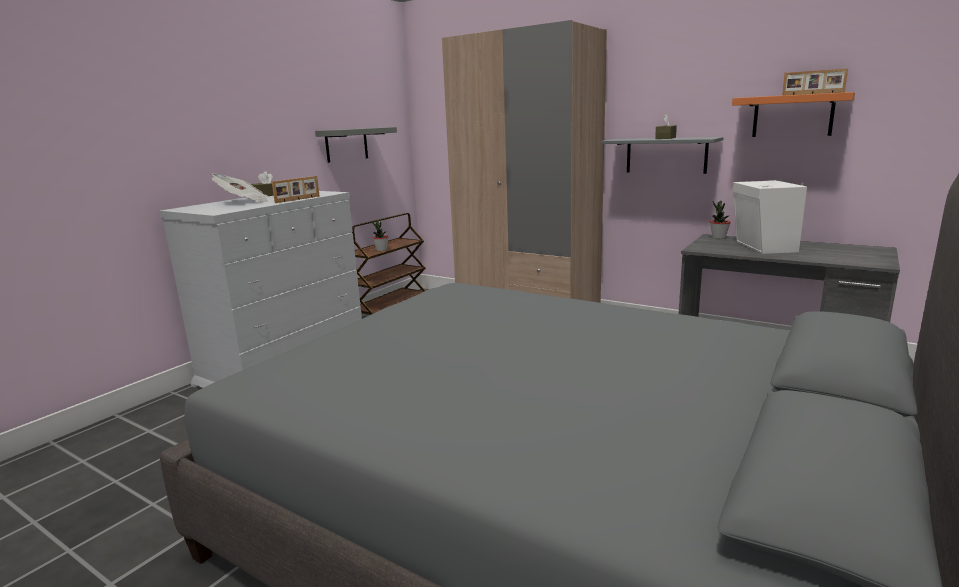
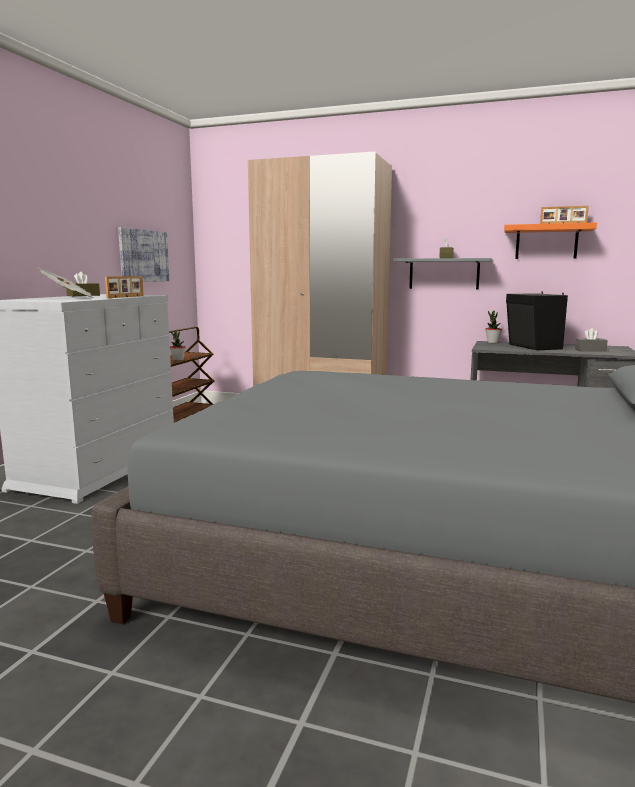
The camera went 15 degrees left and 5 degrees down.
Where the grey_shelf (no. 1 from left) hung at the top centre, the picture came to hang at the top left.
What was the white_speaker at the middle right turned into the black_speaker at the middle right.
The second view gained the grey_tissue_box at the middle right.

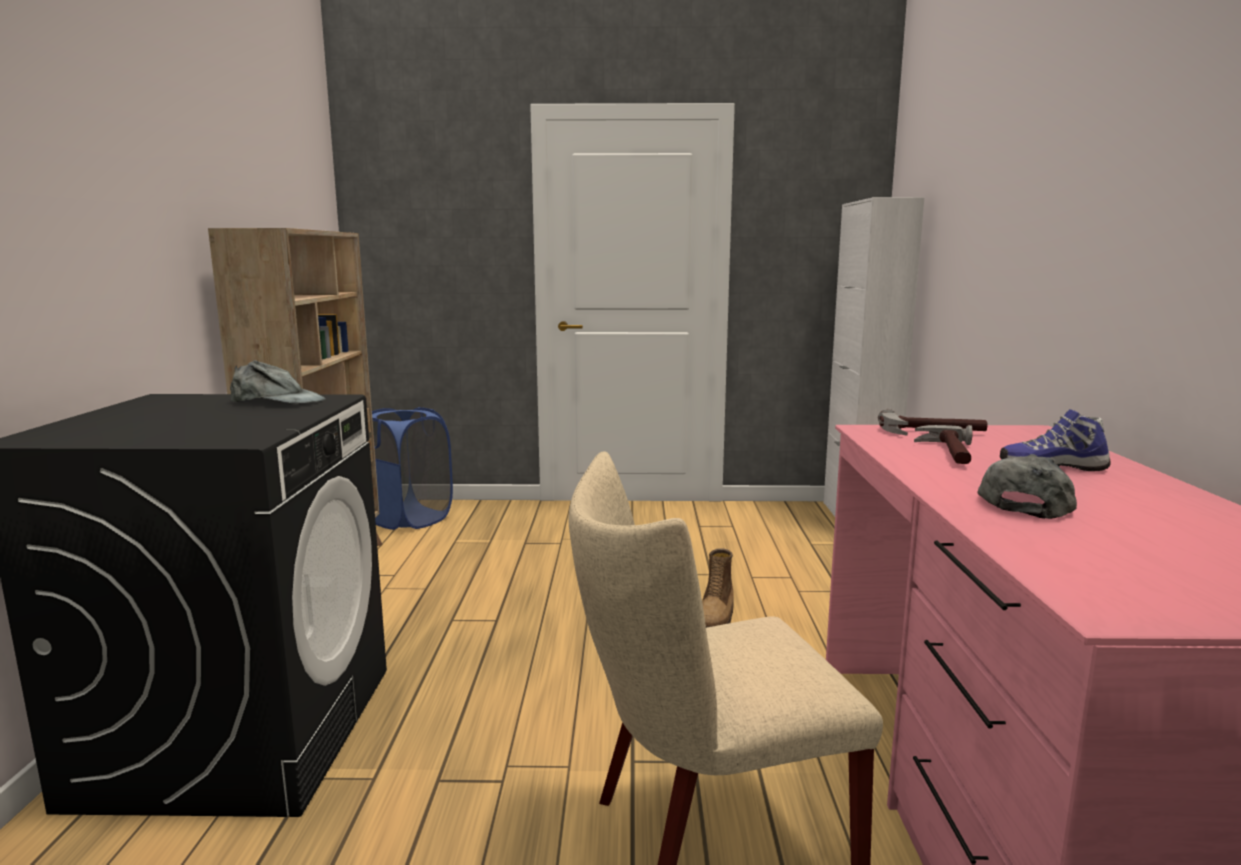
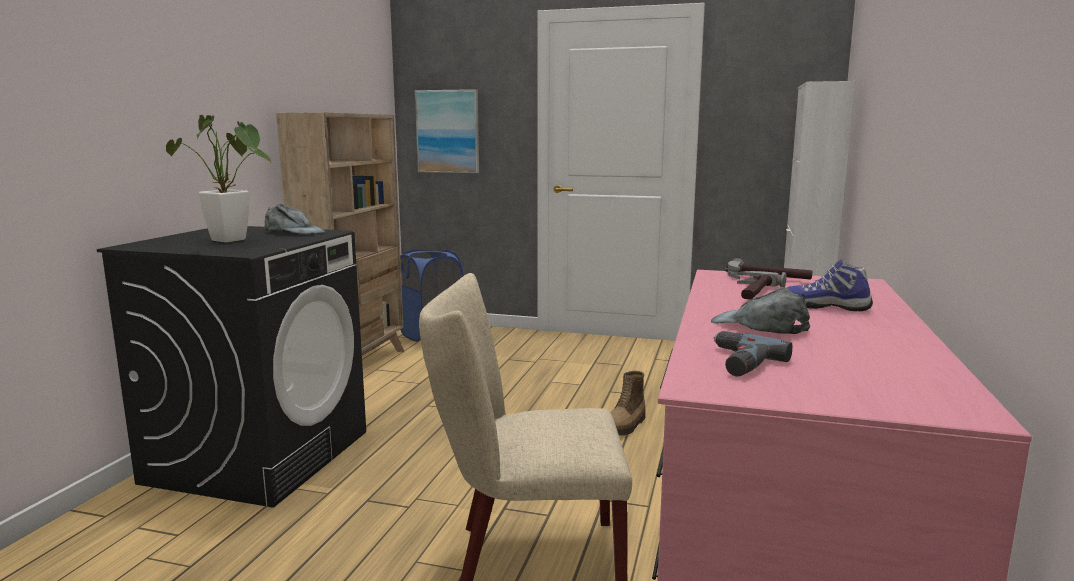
The camera went 15 degrees right and 0 degrees up.
The grey_cap (no. 2 from left) at the middle right ended up facing another way, 90 degrees counterclockwise from before.
The second view gained the potted_plant at the top left.
The second view gained the picture at the top centre.
The second view gained the power_drill at the middle right.

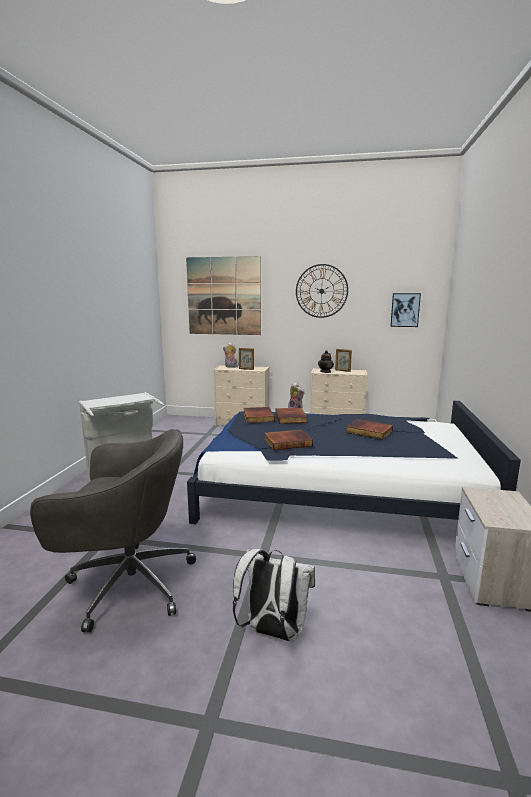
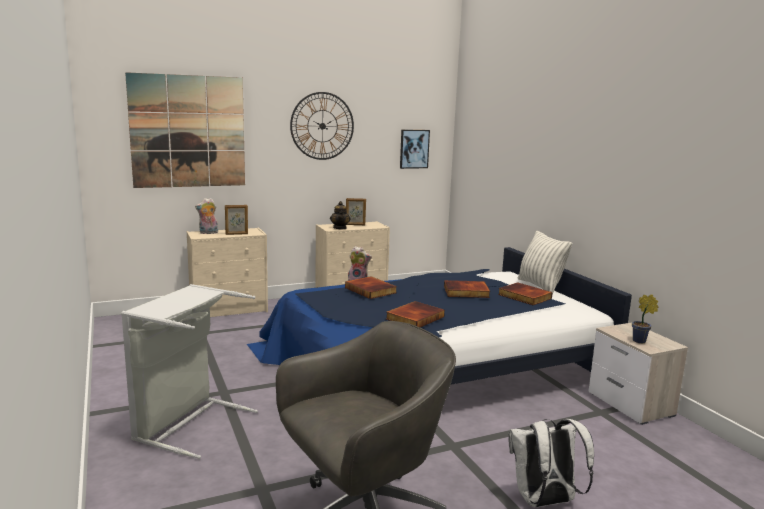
The camera went 35 degrees left and 0 degrees up.
The book (no. 1 from left in the first image) ended up elsewhere, having gone from the centre to the middle right.
The second view gained the pillow at the middle right.
The second view gained the potted_plant at the middle right.

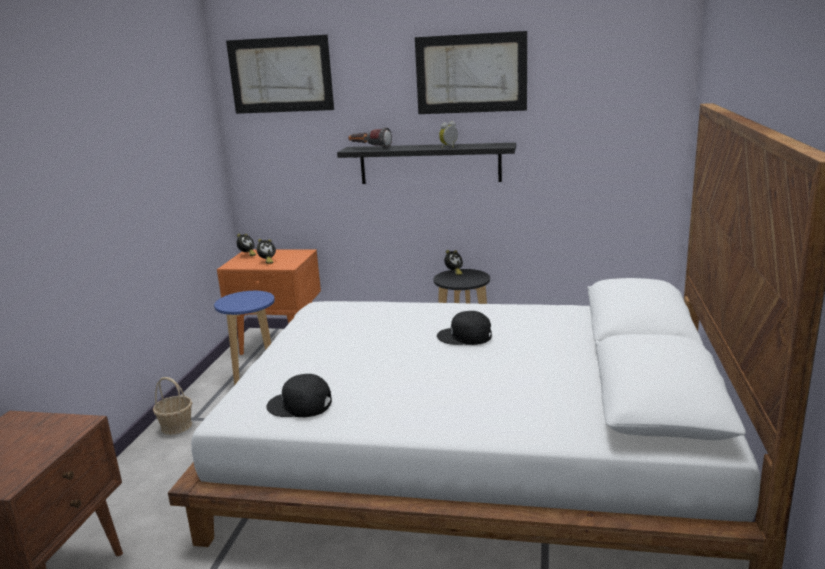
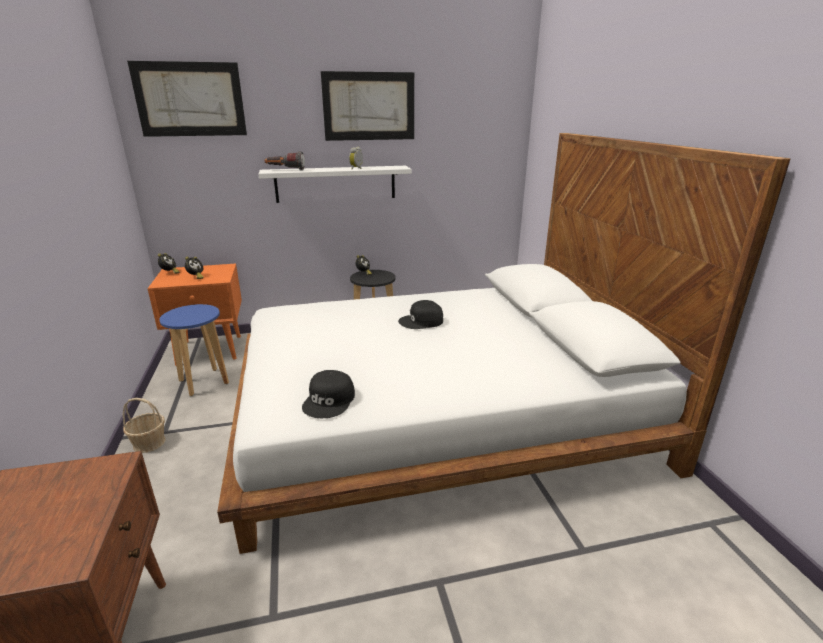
The camera went 25 degrees left and 5 degrees up.
The black_cap (no. 1 from left) at the bottom centre ended up facing another way, 60 degrees counterclockwise from before.
What was the black_shelf at the top centre turned into the white_shelf at the top centre.

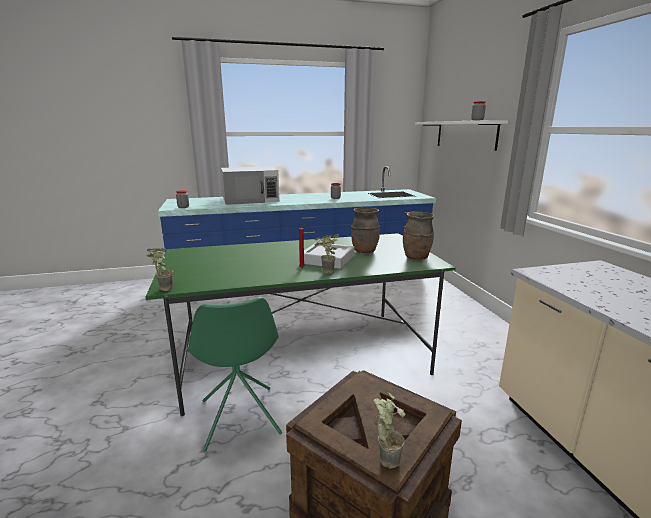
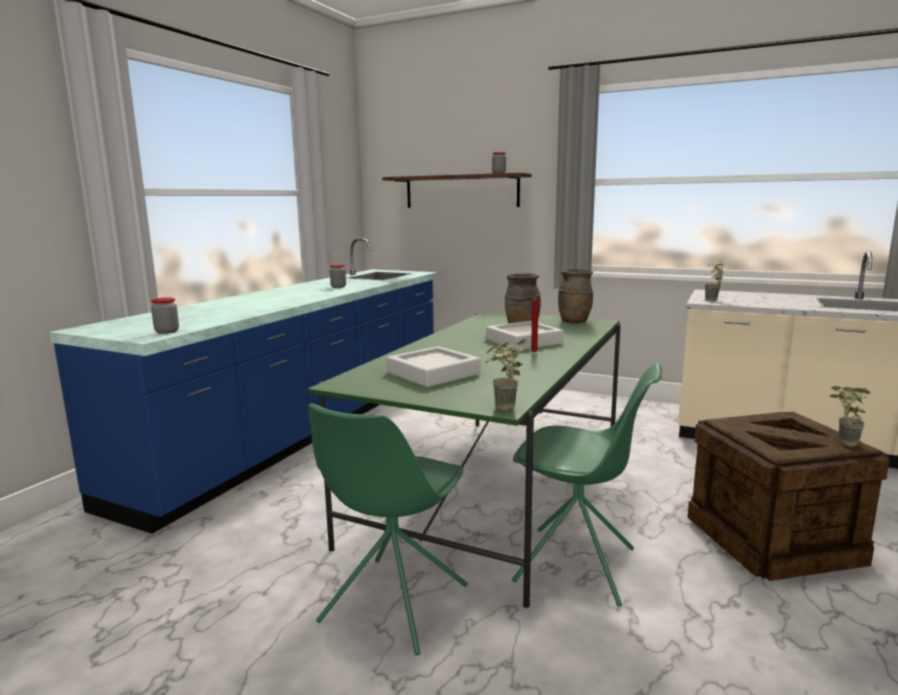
The camera went 50 degrees left and 5 degrees down.
The second view lost the white_microwave at the centre.
The potted_plant (no. 2 from left) ended up elsewhere, having gone from the centre to the middle right.
What was the white_shelf at the top right turned into the brown_shelf at the top centre.
The second view gained the green_chair (no. 1 from left) at the bottom centre.
The second view gained the grey_tray (no. 1 from left) at the centre.

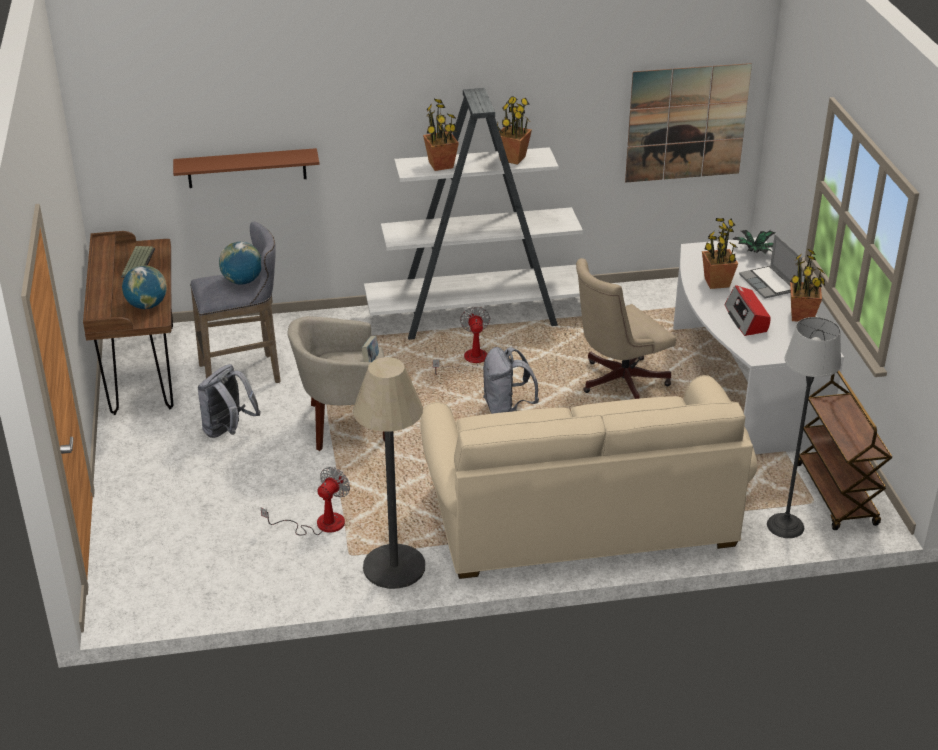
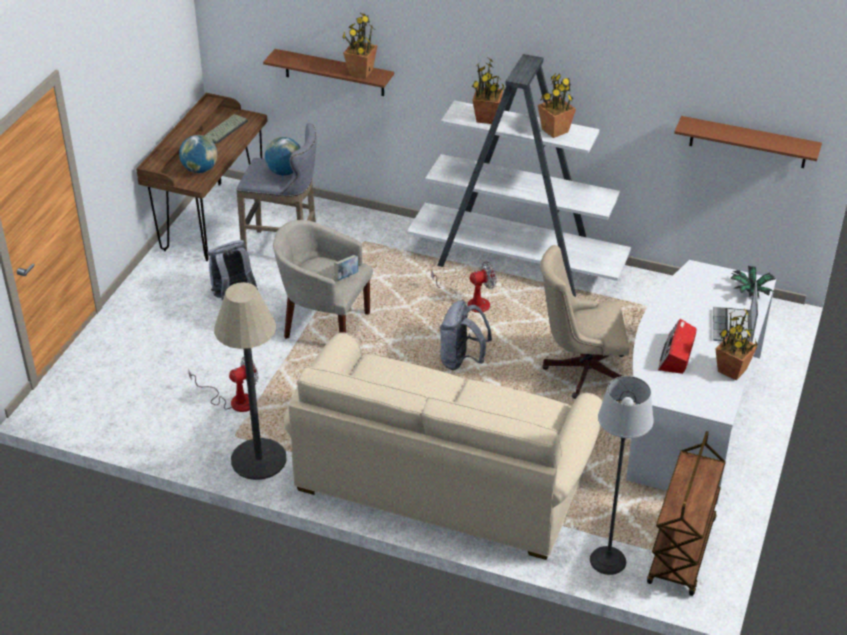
The camera went 30 degrees right and 5 degrees up.
The fan (no. 2 from left) at the centre ended up facing another way, 45 degrees clockwise from before.
Where the picture hung at the top right, the brown_shelf (no. 2 from left) came to hang at the top right.
The potted_plant (no. 3 from left in the first image) ended up elsewhere, having gone from the middle right to the top centre.

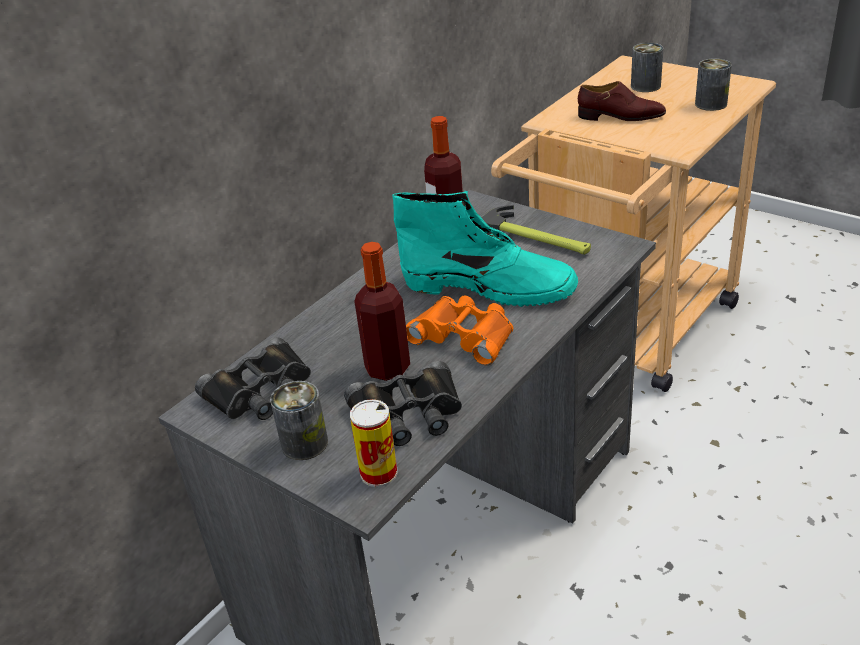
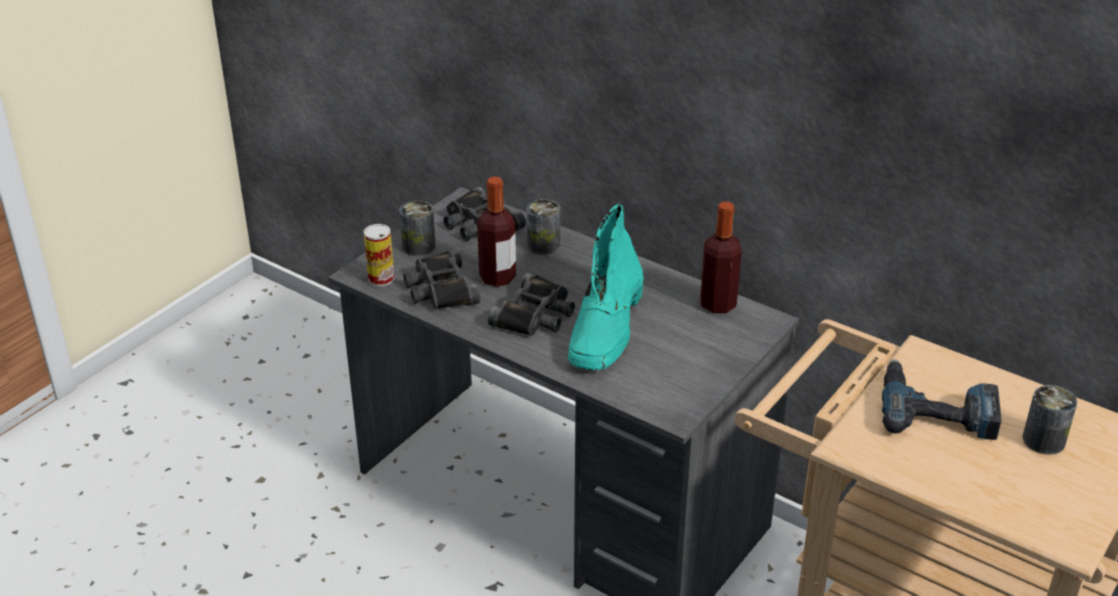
The camera went 85 degrees right and 0 degrees up.
What was the orange_binoculars at the centre turned into the black_binoculars (no. 3 from left) at the centre.
The second view lost the hammer at the centre.
Where the brown_shoe stood at the top right, the power_drill came to stand at the bottom right.
The can (no. 4 from left in the first image) ended up elsewhere, having gone from the top right to the centre.

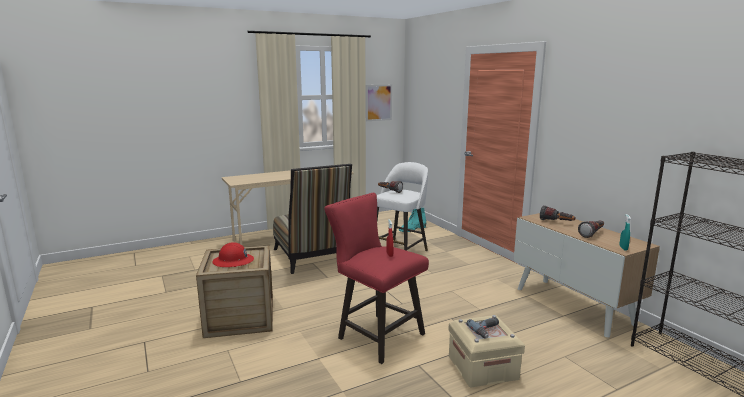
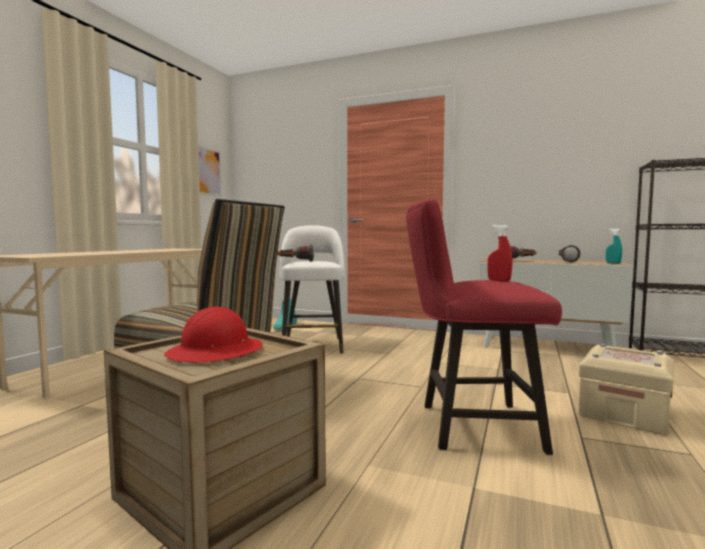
The camera went 40 degrees left and 10 degrees down.
The second view lost the power_drill at the bottom centre.

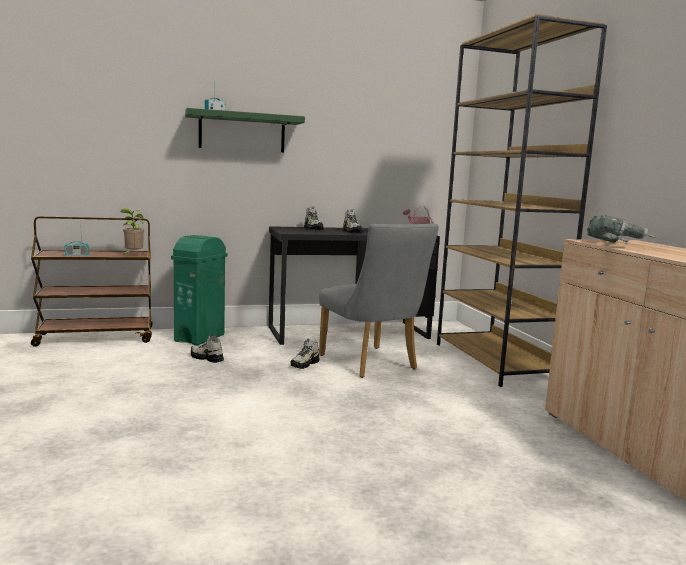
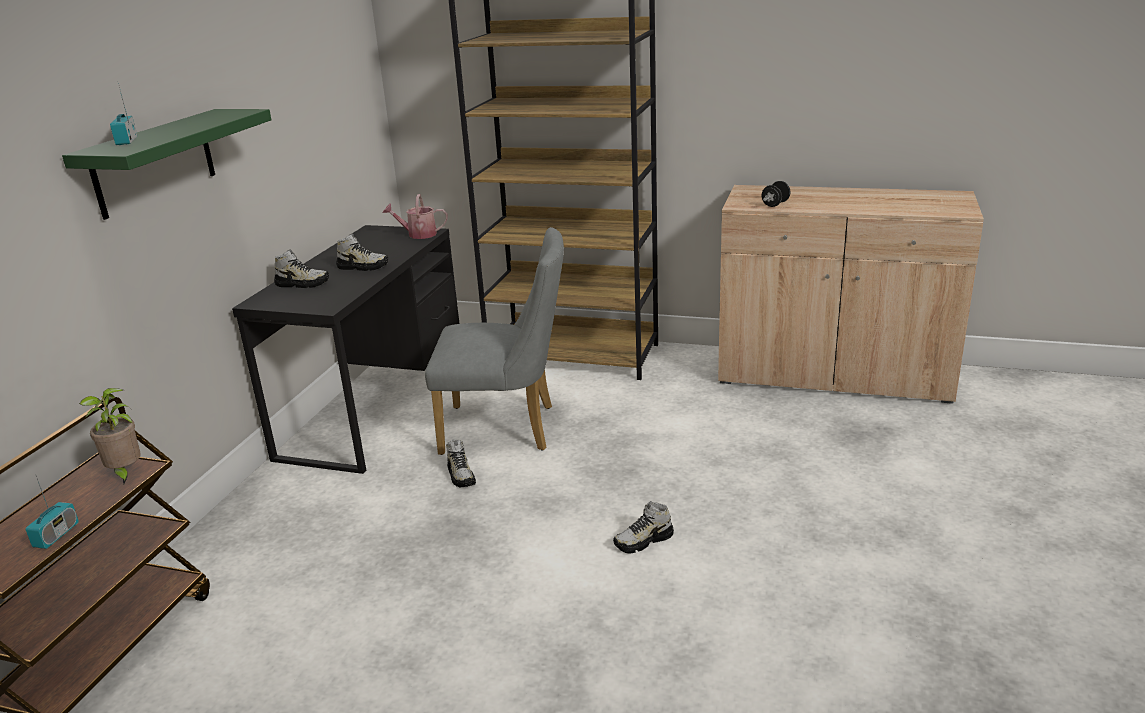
The camera went 55 degrees left and 15 degrees up.
The second view lost the green_trash_can at the middle left.
The shoe (no. 1 from left in the first image) ended up elsewhere, having gone from the middle left to the bottom centre.
Where the power_drill stood at the middle right, the black_dumbbell came to stand at the top right.

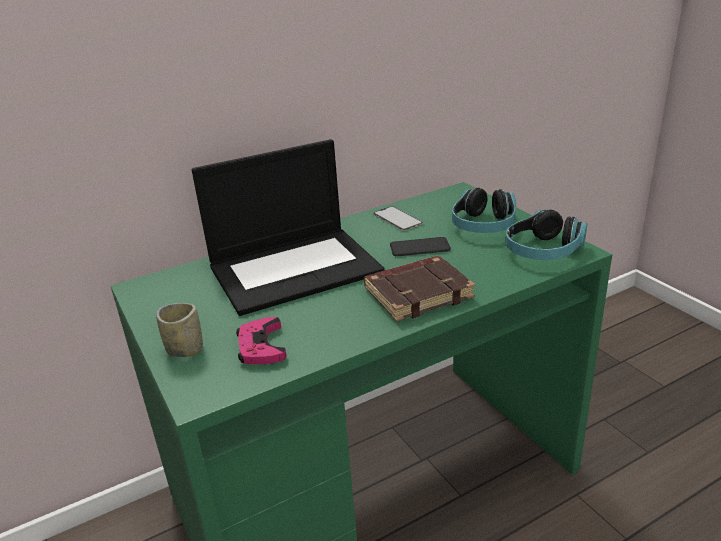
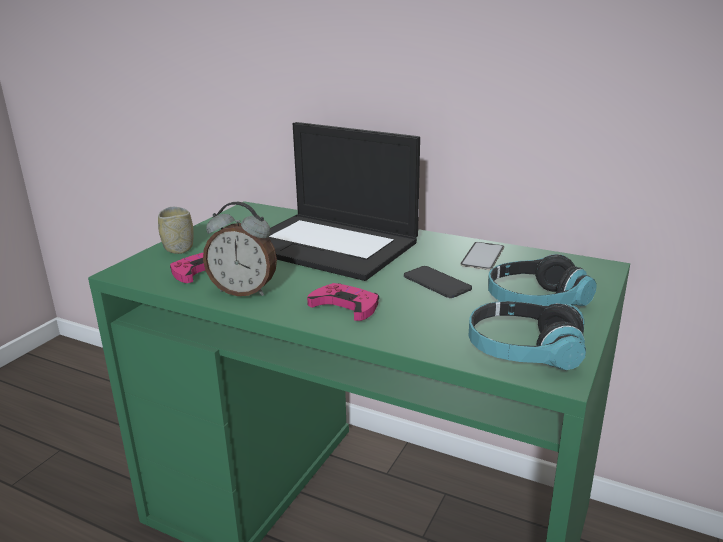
The camera went 55 degrees right and 5 degrees down.
Where the brown_book stood at the centre, the pink_game_controller (no. 2 from left) came to stand at the centre.
The second view gained the alarm_clock at the middle left.

